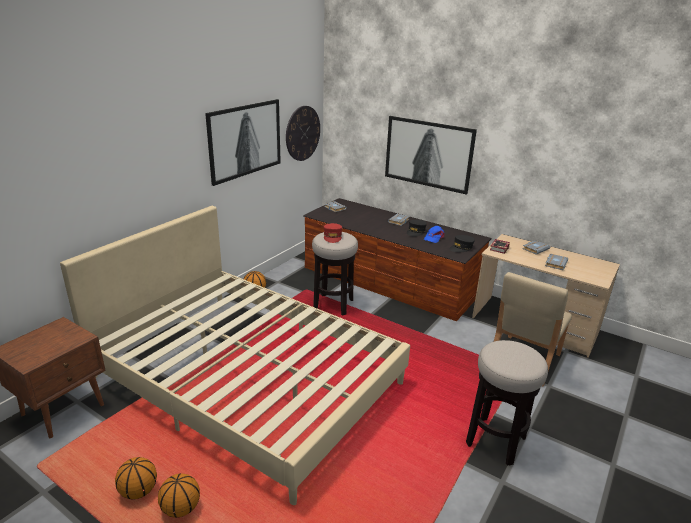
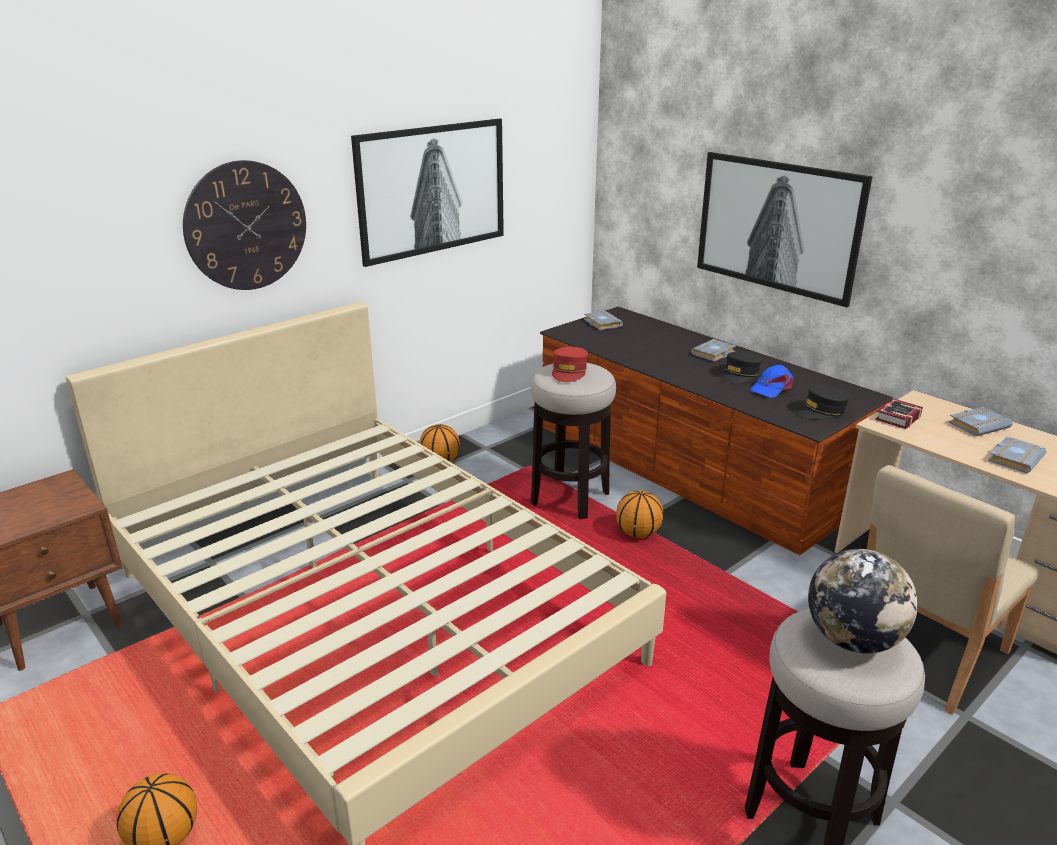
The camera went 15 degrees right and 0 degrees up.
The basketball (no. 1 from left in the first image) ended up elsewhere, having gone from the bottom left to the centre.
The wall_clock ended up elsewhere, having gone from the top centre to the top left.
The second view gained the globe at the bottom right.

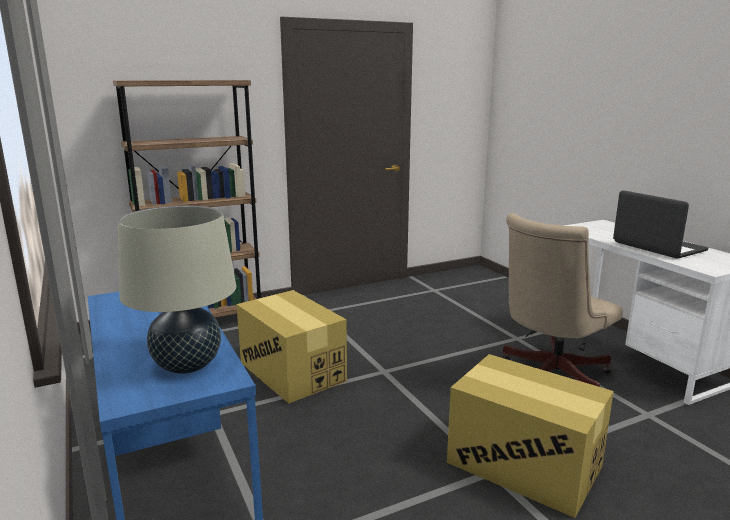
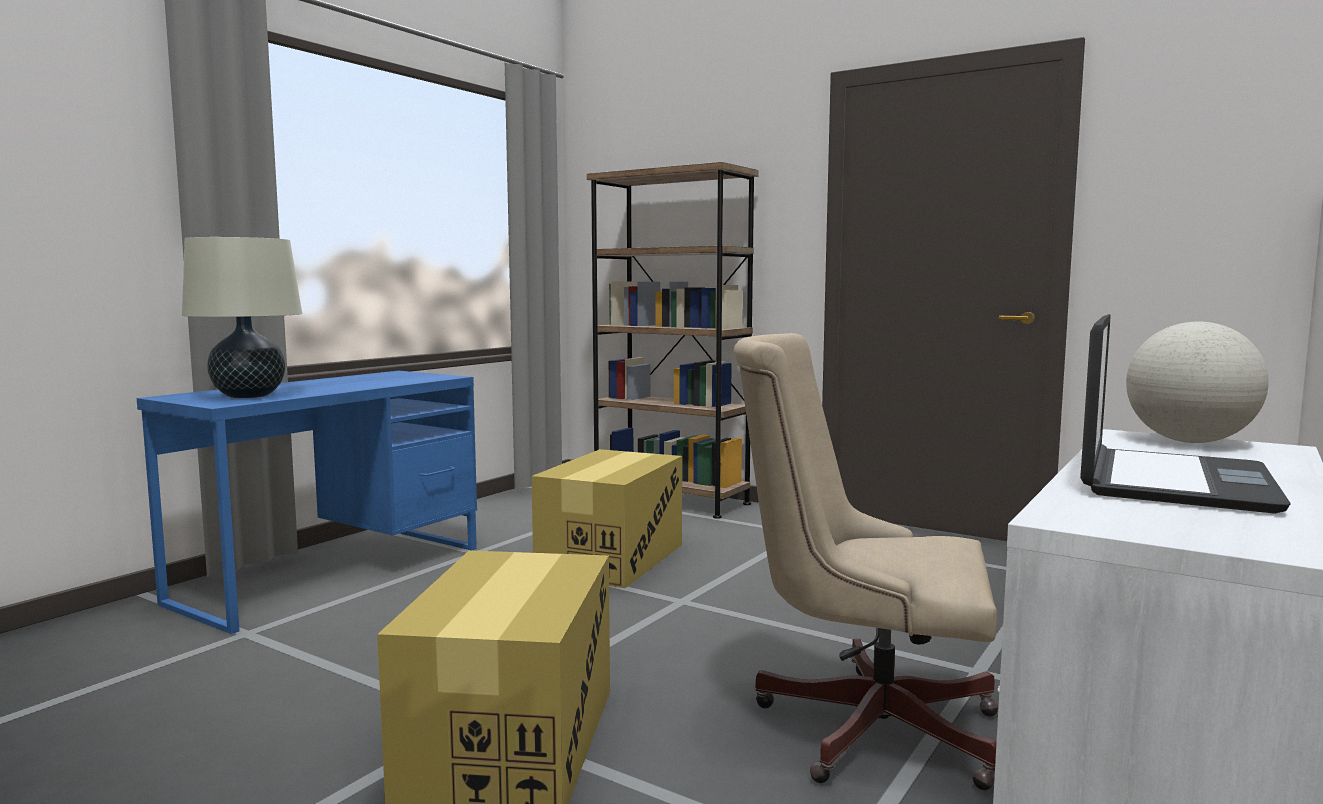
The camera went 60 degrees right and 10 degrees down.
The second view gained the globe at the middle right.

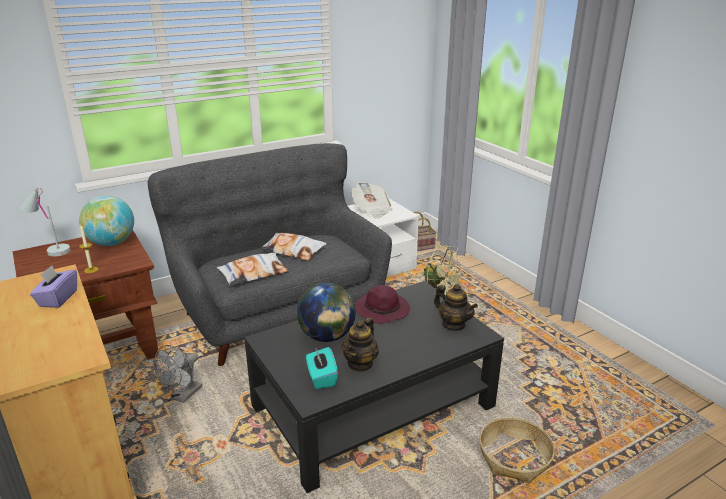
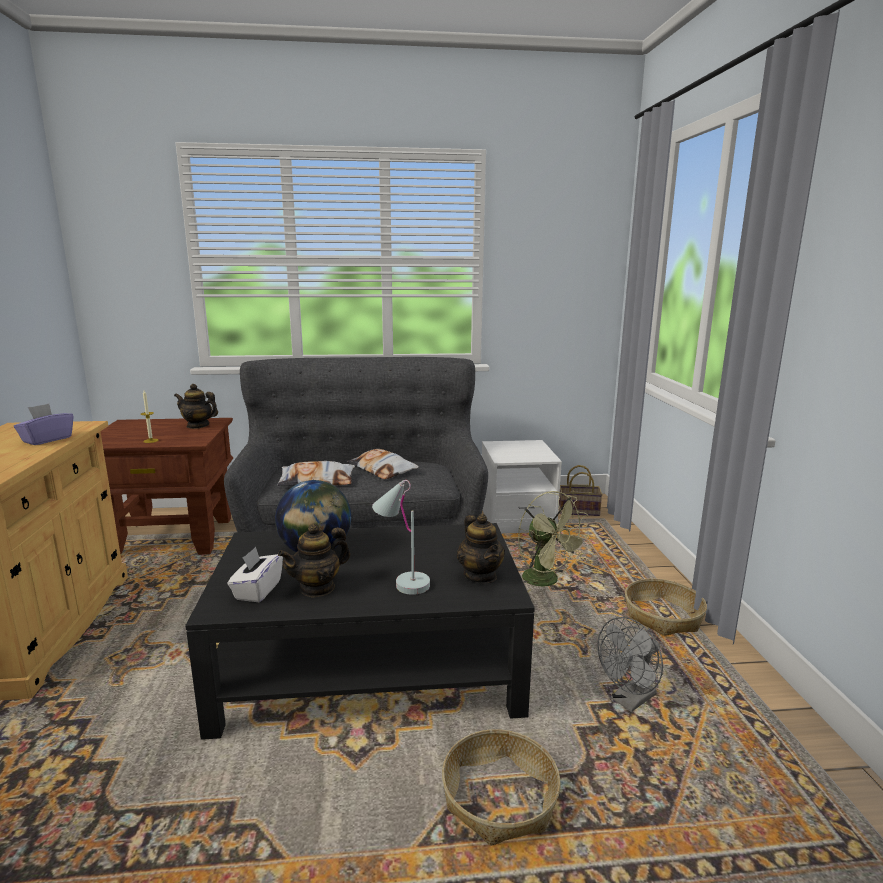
The camera went 25 degrees right and 10 degrees down.
The white_table_lamp ended up elsewhere, having gone from the middle left to the centre.
Where the globe (no. 1 from left) stood at the middle left, the teapot (no. 1 from left) came to stand at the middle left.
The grey_fan ended up elsewhere, having gone from the bottom left to the bottom right.
What was the turquoise_tissue_box at the bottom centre turned into the white_tissue_box at the middle left.
The second view lost the newspaper at the centre.
The second view lost the purple_hat at the centre.
The second view gained the basket (no. 3 from left) at the bottom right.

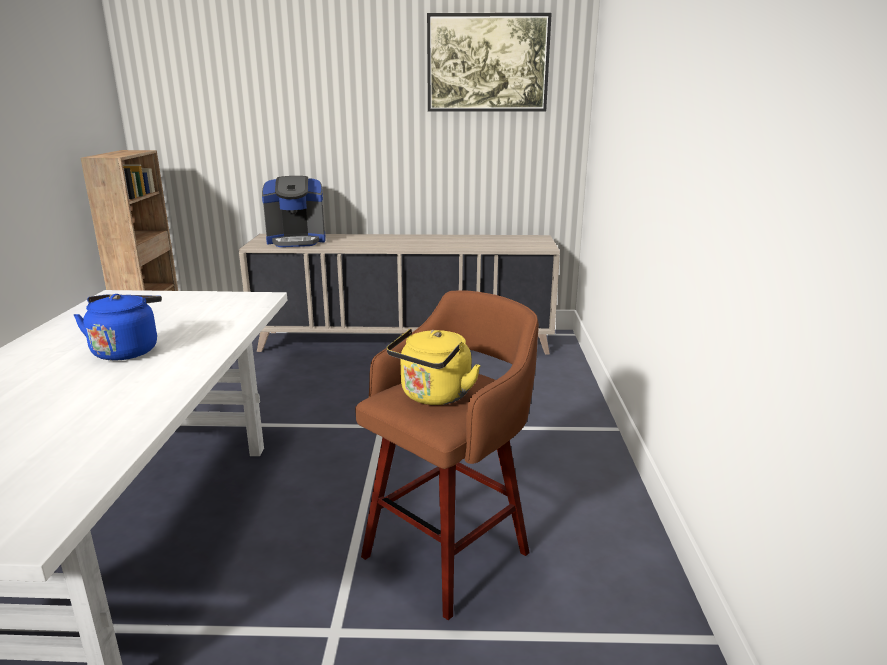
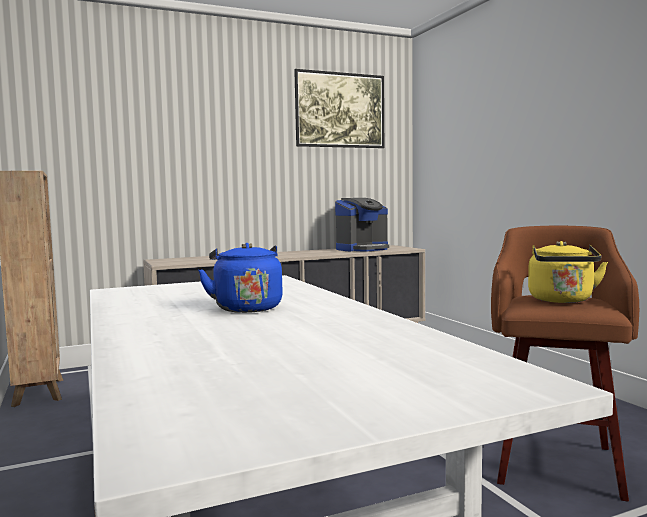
The camera went 25 degrees left and 15 degrees down.
The coffee_machine ended up elsewhere, having gone from the top left to the centre.

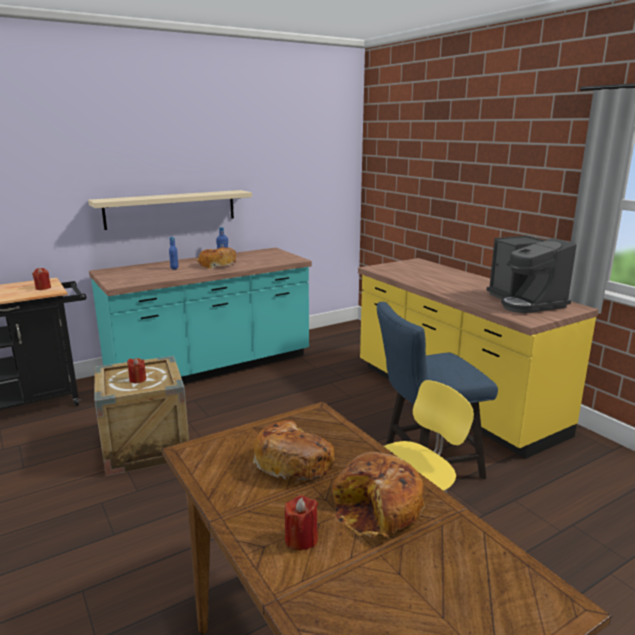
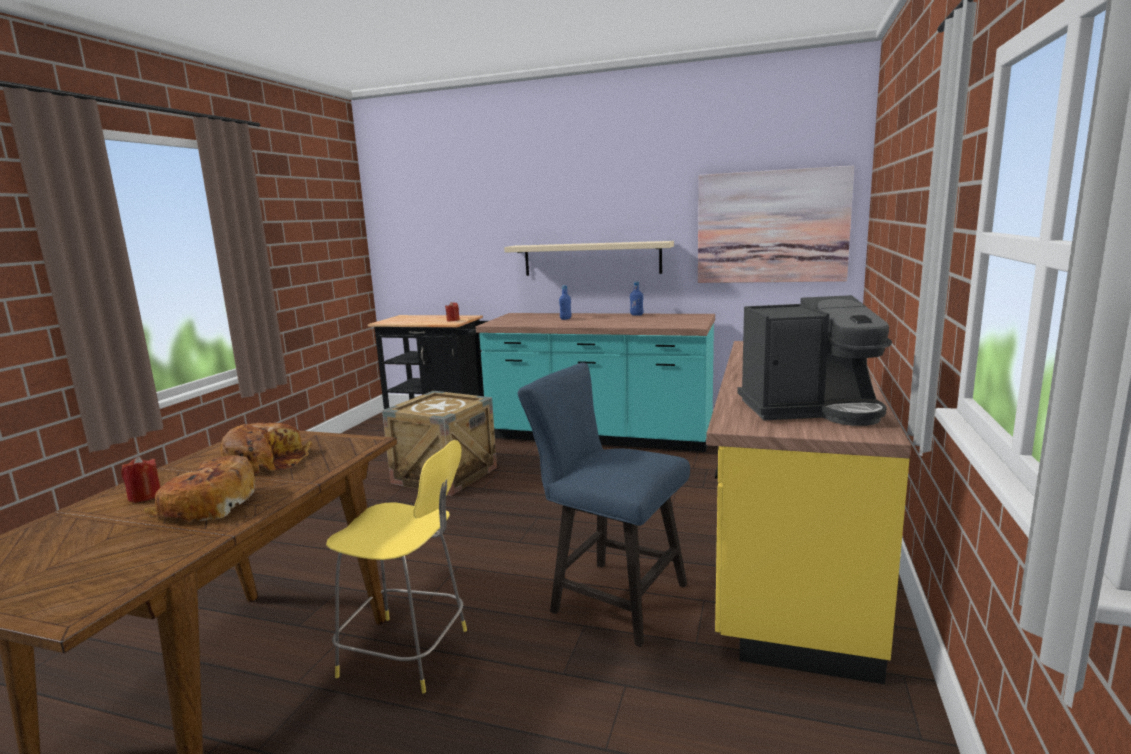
The camera went 50 degrees right and 5 degrees down.
The second view lost the red_candle (no. 2 from left) at the middle left.
The second view lost the bread (no. 1 from left) at the centre.
The coffee_machine at the middle right ended up facing another way, 120 degrees counterclockwise from before.
The second view gained the picture at the top right.

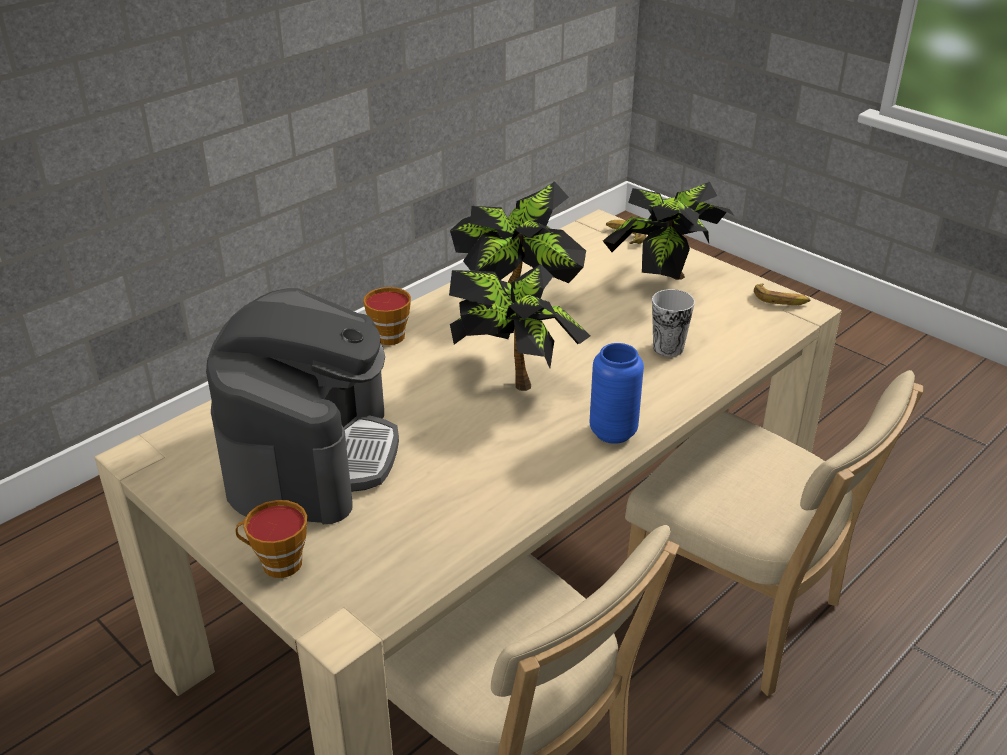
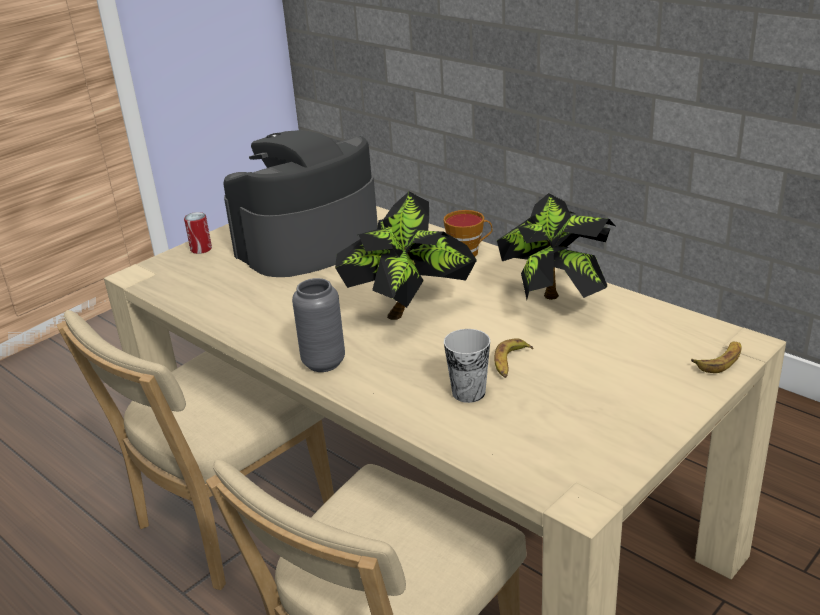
The camera went 90 degrees right and 5 degrees down.
The coffee_machine at the middle left ended up facing another way, 135 degrees clockwise from before.
Where the cup (no. 1 from left) stood at the bottom left, the can came to stand at the middle left.
What was the blue_vase at the centre turned into the grey_vase at the centre.
The second view lost the potted_plant (no. 3 from left) at the top centre.
The banana (no. 2 from left in the first image) ended up elsewhere, having gone from the middle right to the centre.

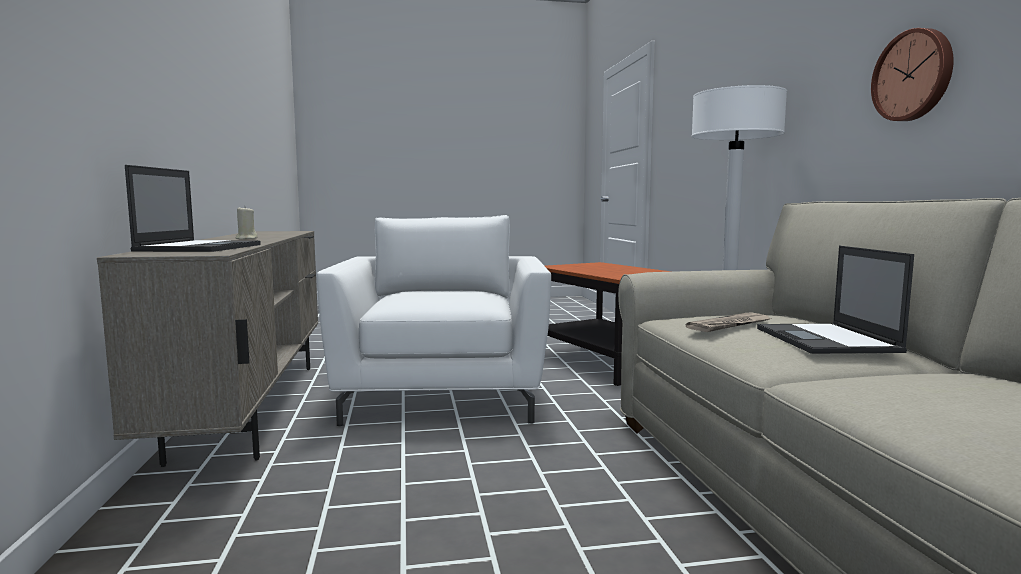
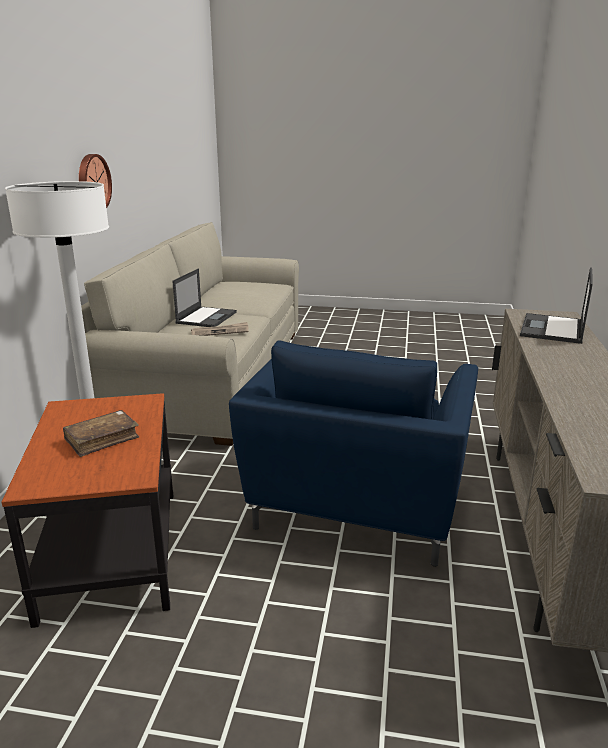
The camera went 160 degrees left and 15 degrees up.
The second view lost the beige_candle at the middle left.
What was the white_armchair at the centre turned into the blue_armchair at the centre.
The second view gained the brown_book at the middle left.

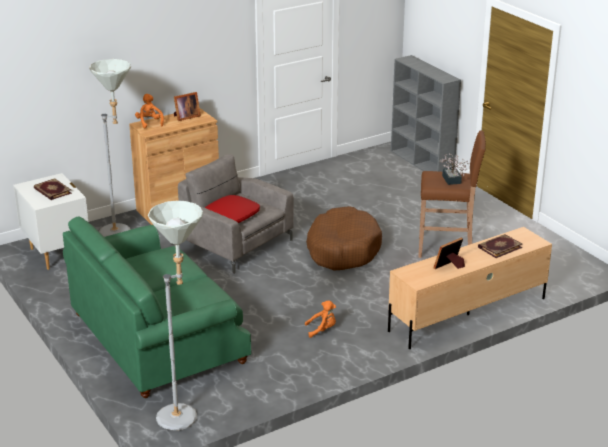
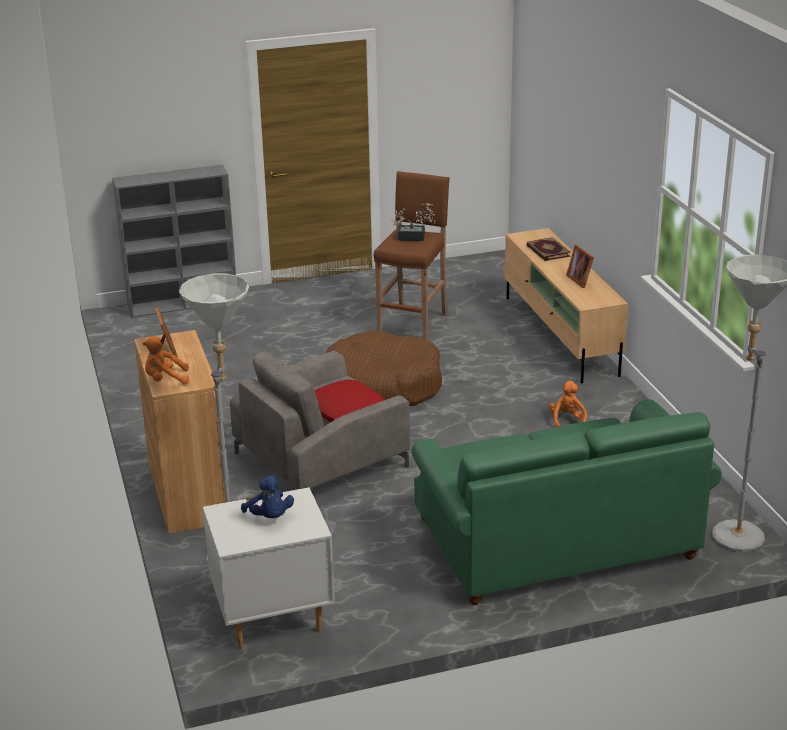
The camera went 75 degrees left and 0 degrees up.
Where the book (no. 1 from left) stood at the middle left, the blue_plush_toy came to stand at the bottom centre.

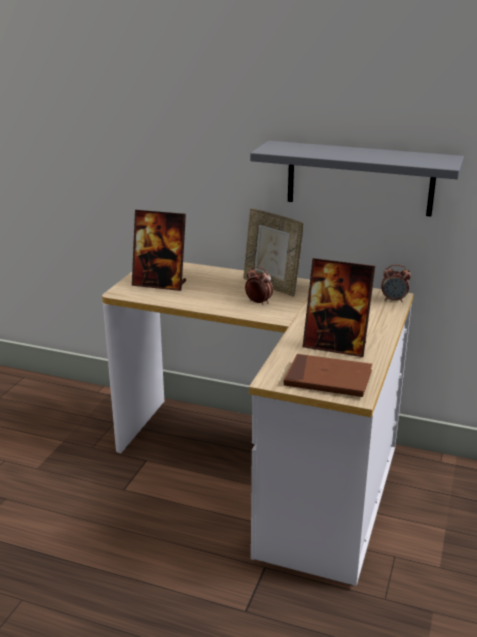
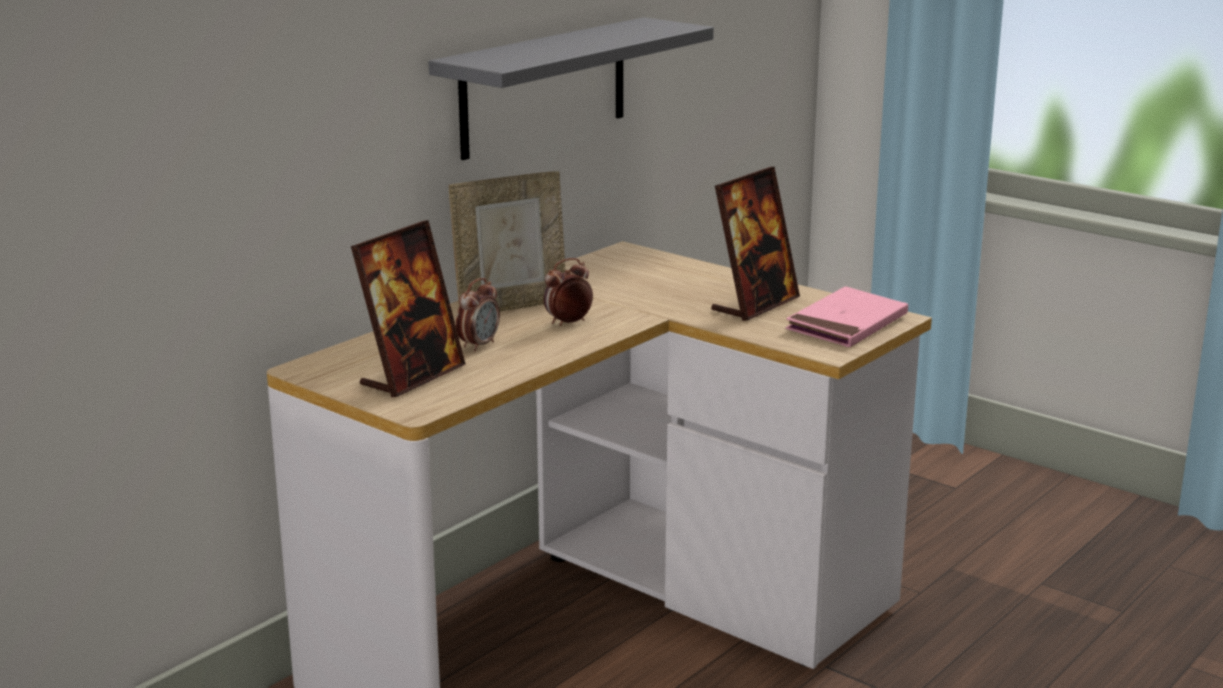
The camera went 70 degrees left and 5 degrees down.
What was the brown_book at the middle right turned into the pink_book at the middle right.
The alarm_clock (no. 2 from left in the first image) ended up elsewhere, having gone from the middle right to the centre.

